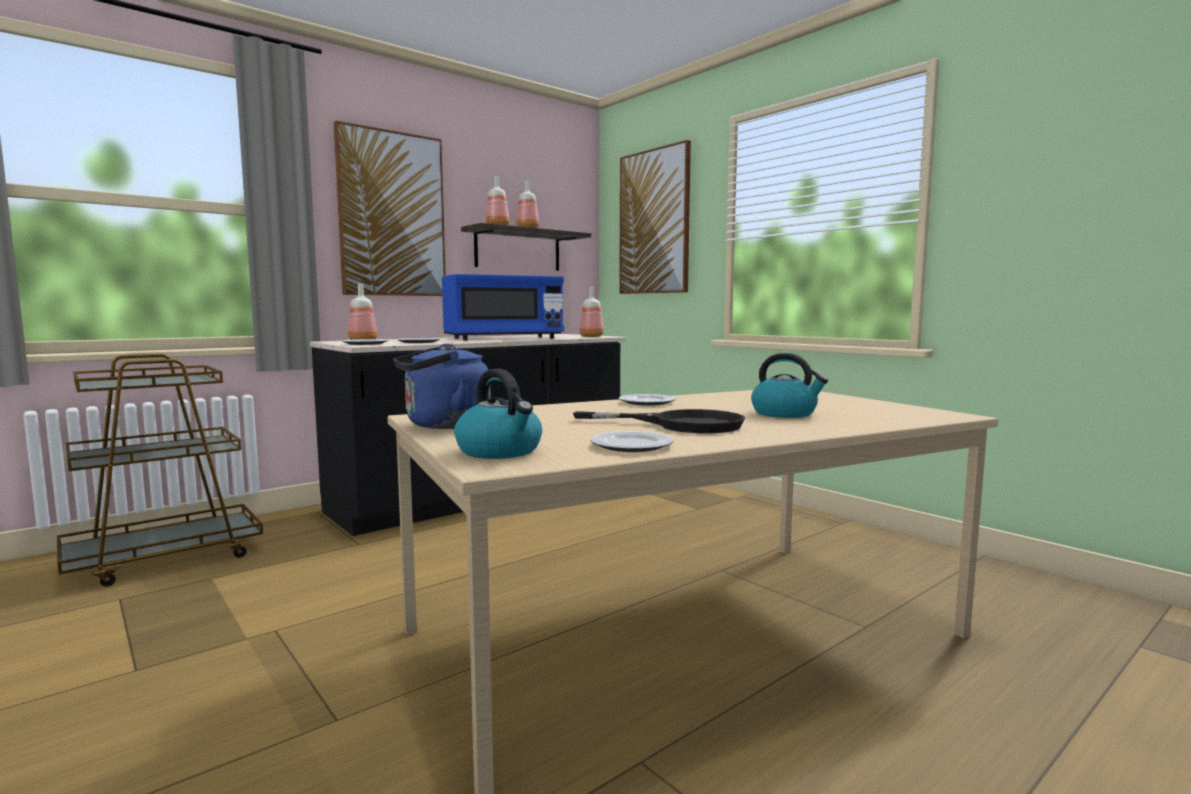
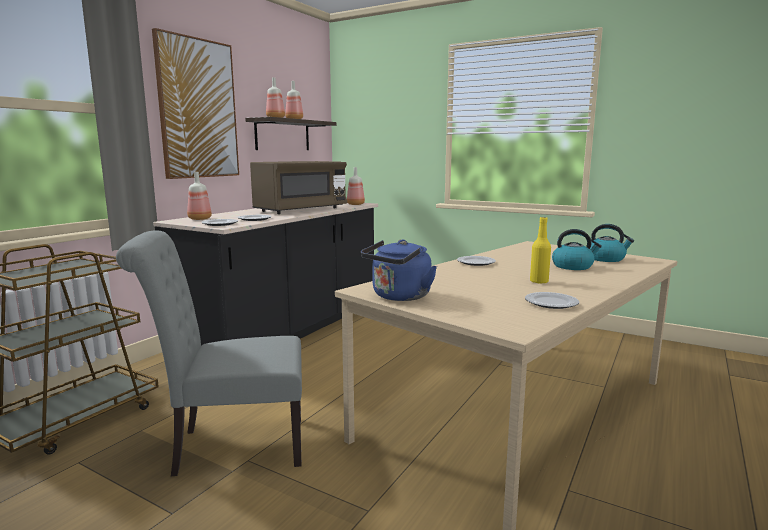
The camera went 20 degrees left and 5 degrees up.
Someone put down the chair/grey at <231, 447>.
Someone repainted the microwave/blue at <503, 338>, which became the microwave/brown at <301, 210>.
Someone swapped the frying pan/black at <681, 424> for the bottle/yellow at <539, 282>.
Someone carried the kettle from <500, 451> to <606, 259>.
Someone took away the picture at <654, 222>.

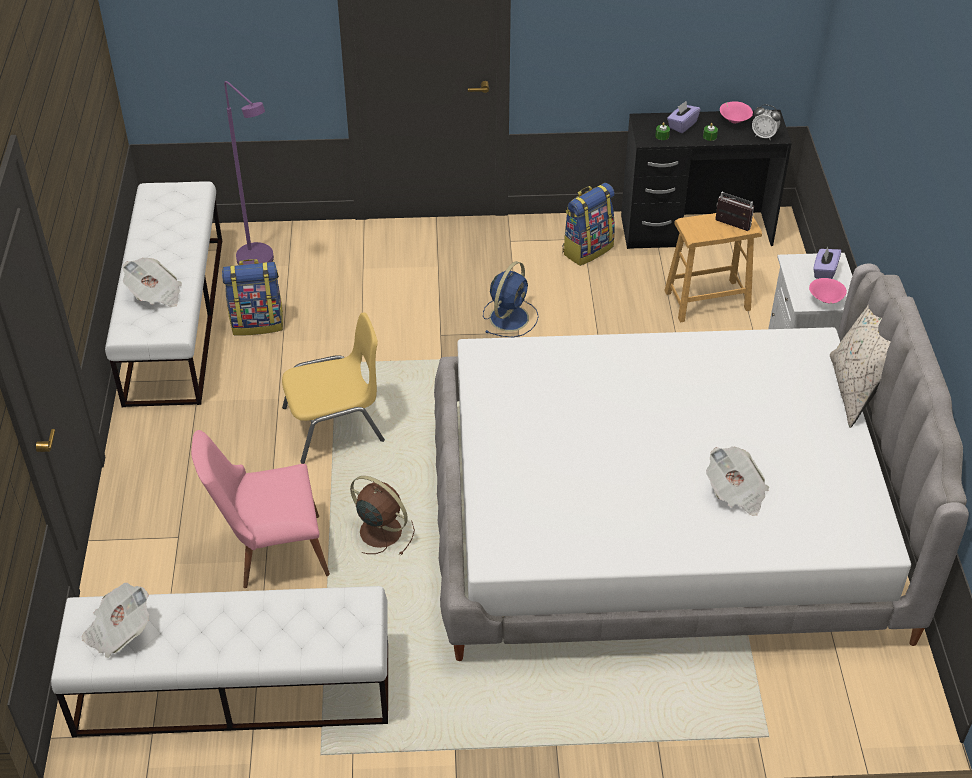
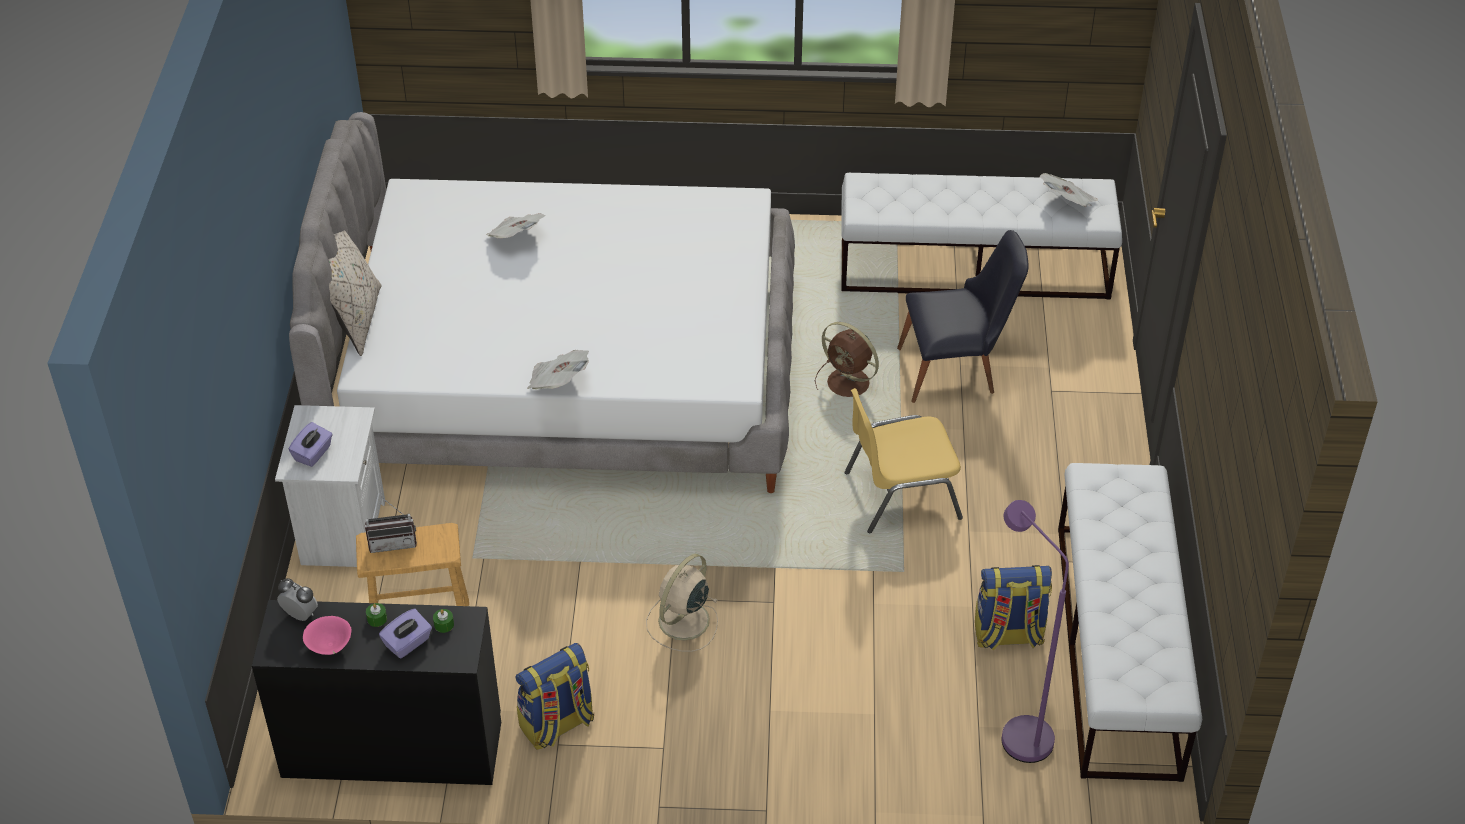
The camera went 175 degrees left and 0 degrees up.
Someone rotated the radio at <730, 226> by 45 degrees counterclockwise.
Someone carried the newspaper from <155, 294> to <558, 382>.
Someone repainted the fan/blue at <510, 317>, which became the fan/beige at <682, 622>.
Someone repainted the chair/pink at <270, 552>, which became the chair/black at <957, 371>.
Someone took away the bowl/pink at <825, 300>.

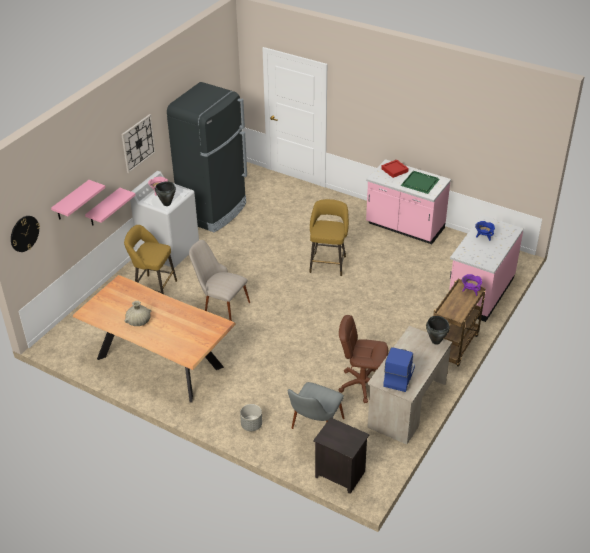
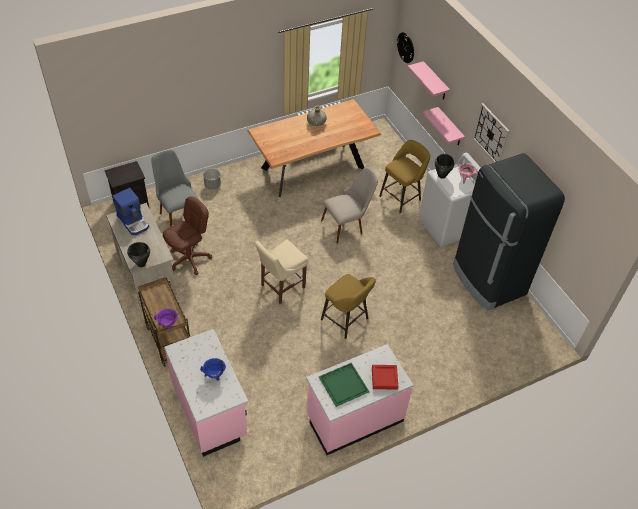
The camera went 120 degrees right and 10 degrees up.
Someone put down the chair/beige at <281, 287>.

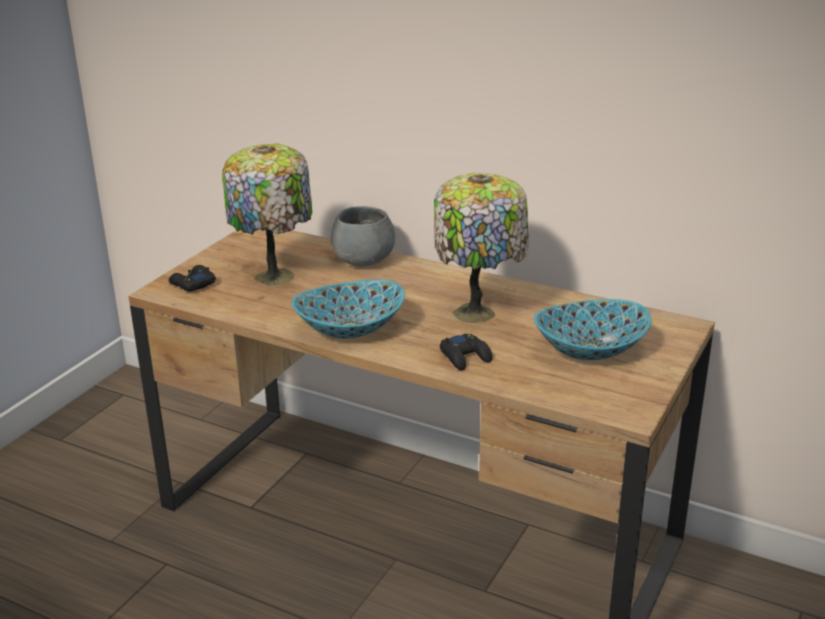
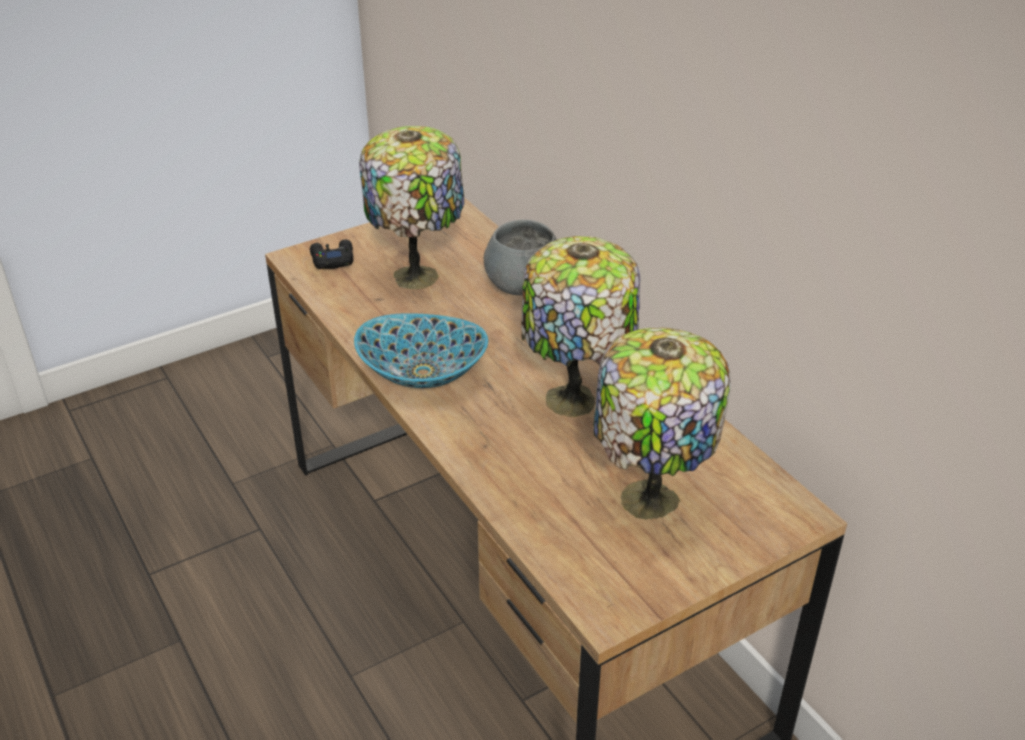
The camera went 30 degrees right and 10 degrees up.
Someone swapped the bowl at <589, 350> for the table lamp at <648, 503>.
Someone took away the game controller/black at <465, 357>.

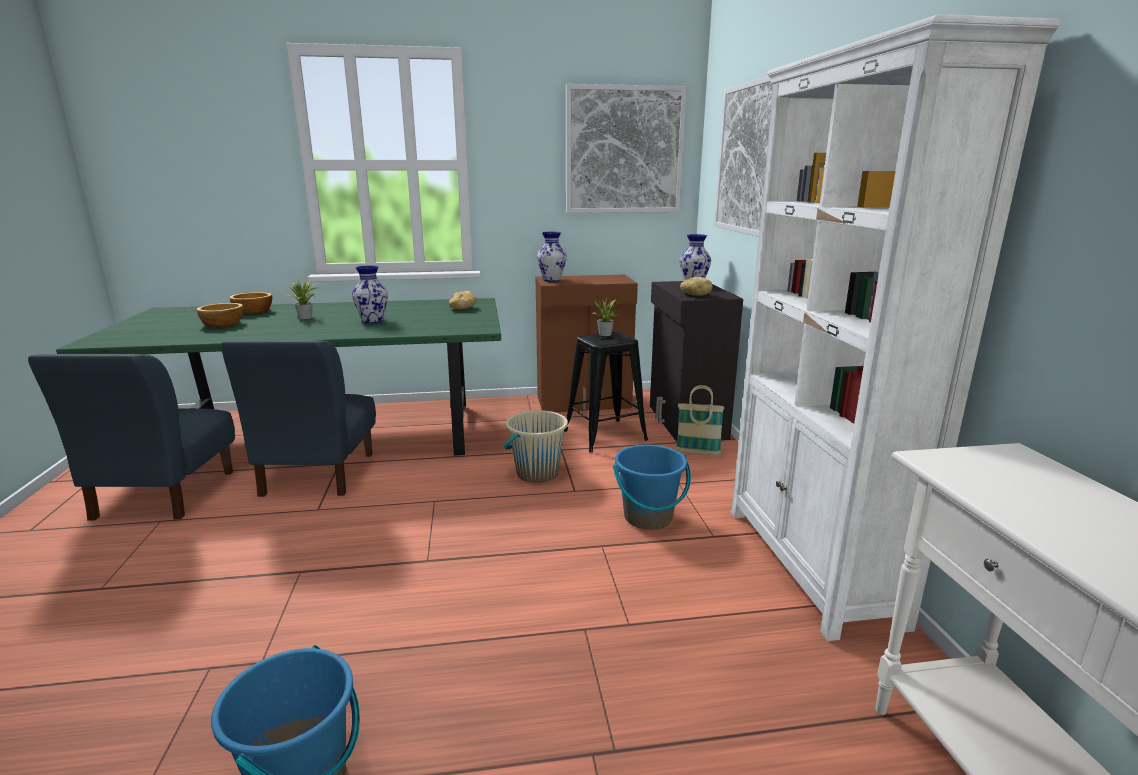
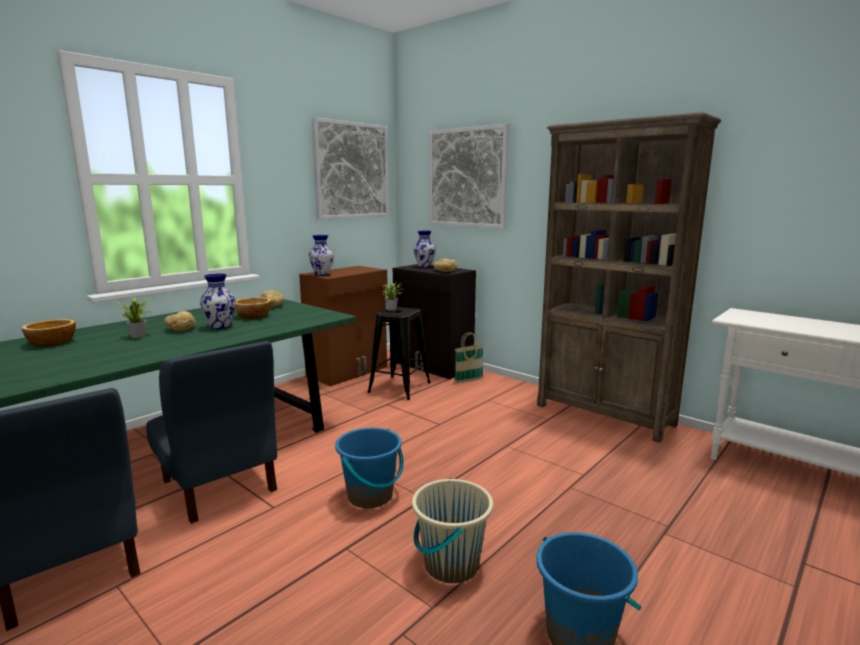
The camera went 40 degrees left and 5 degrees down.
Someone put down the bread at <181, 329>.
Someone carried the bowl from <223, 324> to <254, 316>.
Someone carried the bucket/blue from <648, 517> to <370, 496>.
Someone carried the bucket/beige from <537, 473> to <451, 564>.
Someone repainted the bookcase/white at <810, 564>, which became the bookcase/brown at <605, 415>.

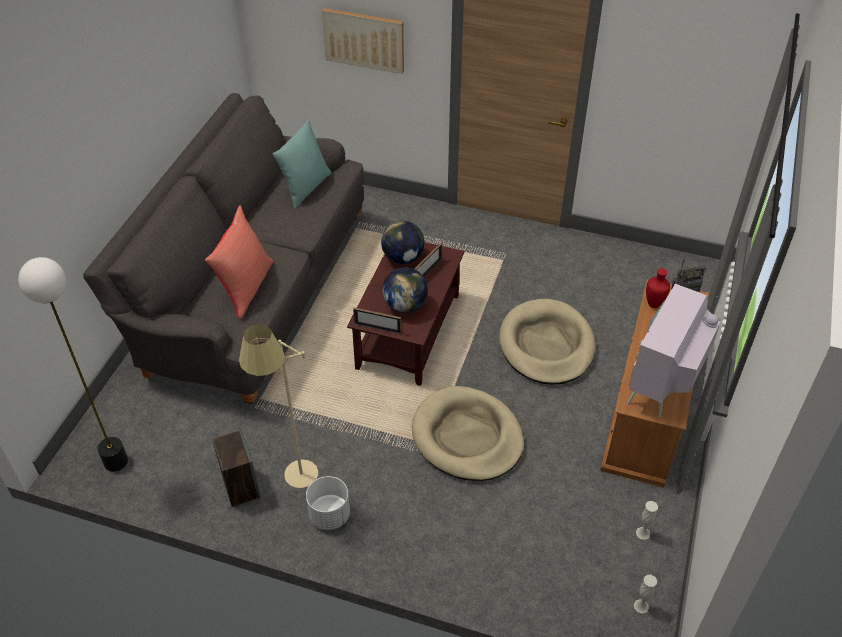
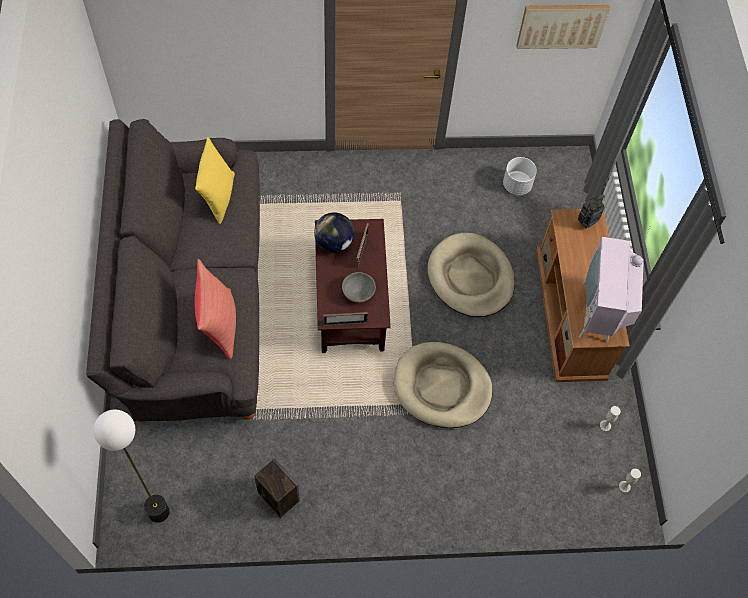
The camera went 25 degrees left and 15 degrees up.
Someone repainted the pillow/turquoise at <305, 188>, which became the pillow/yellow at <218, 197>.
Someone swapped the globe at <405, 305> for the bowl/grey at <358, 292>.
Someone carried the planter/white from <330, 515> to <517, 185>.
Someone carried the picture from <364, 39> to <561, 25>.
Someone took away the floor lamp/beige at <295, 486>.
Someone took away the vase/red at <653, 304>.

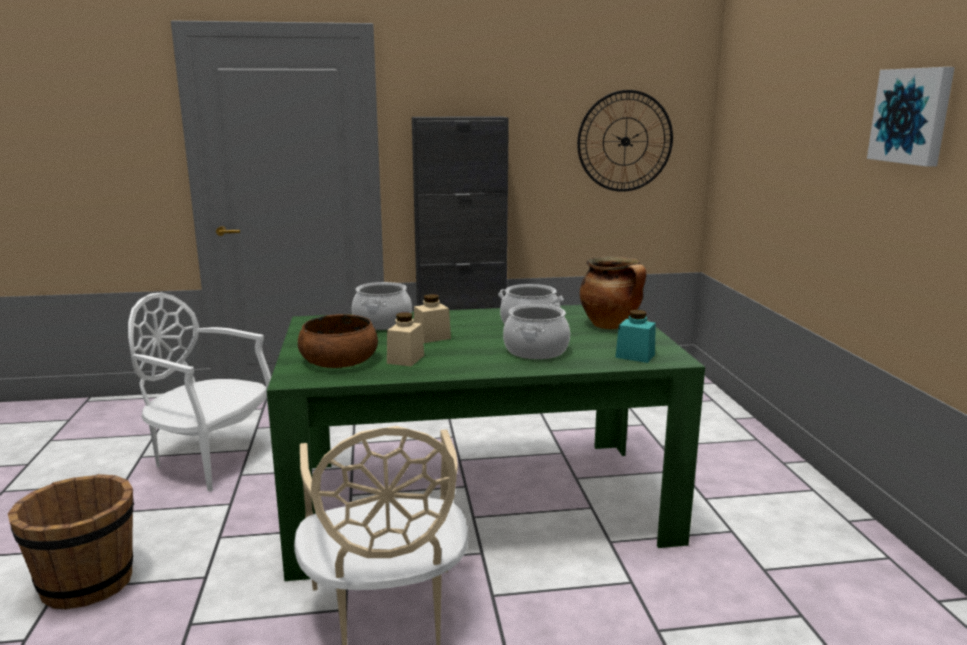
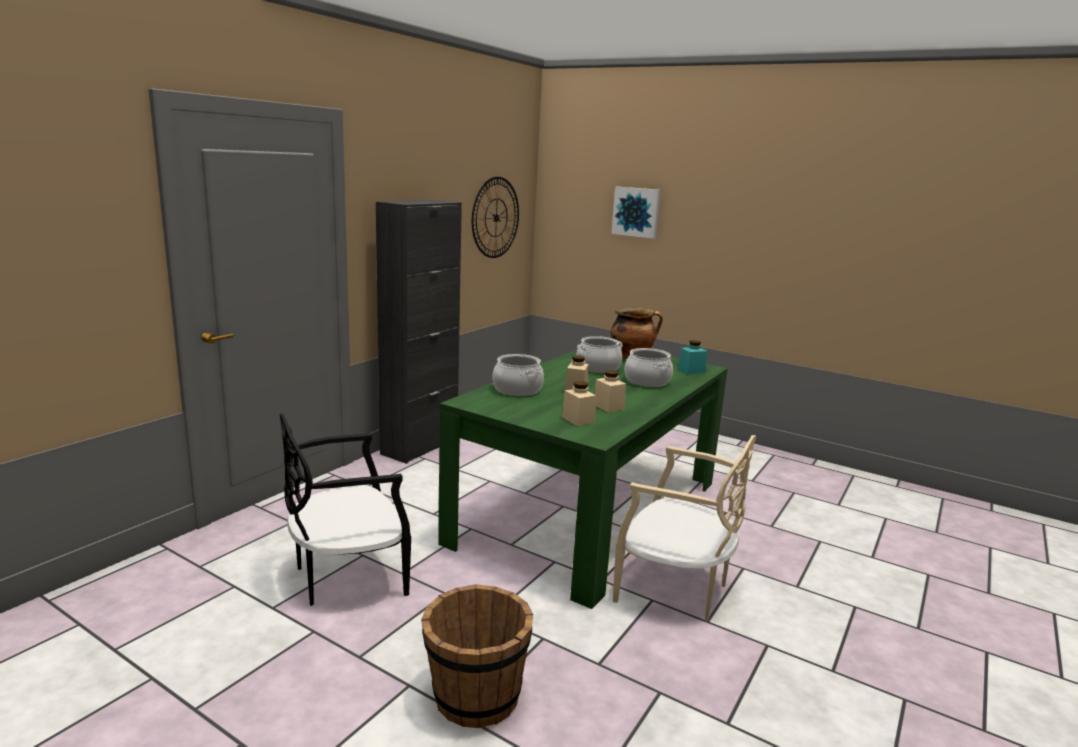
The camera went 50 degrees left and 0 degrees up.
Someone repainted the chair/white at <211, 459>, which became the chair/black at <347, 576>.
Someone swapped the bowl/brown at <339, 360> for the jar/beige at <578, 419>.
Someone carried the picture from <912, 116> to <636, 212>.

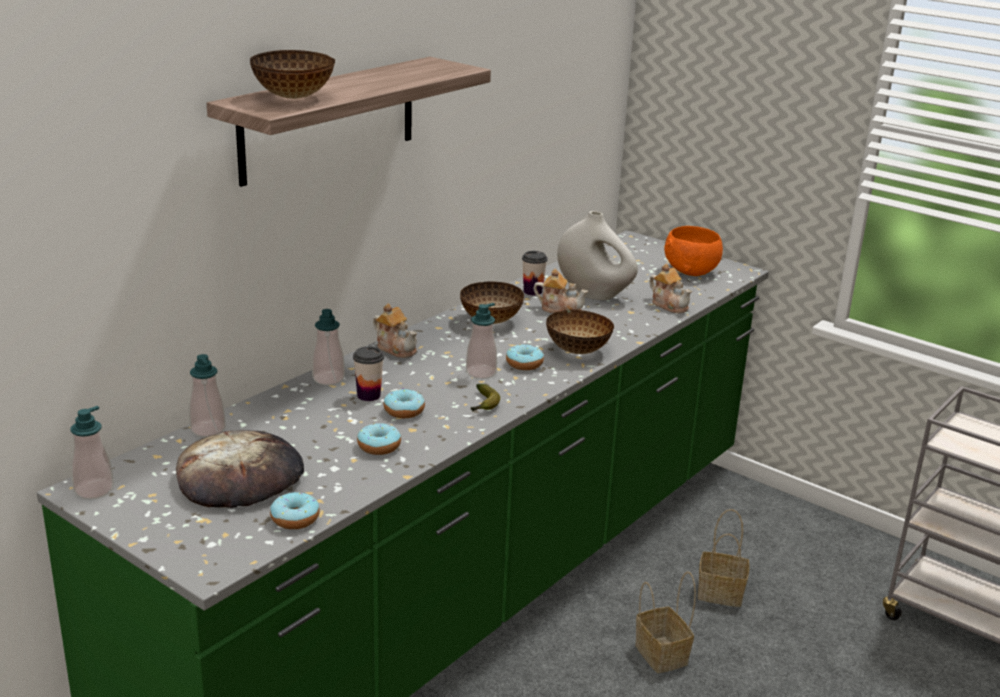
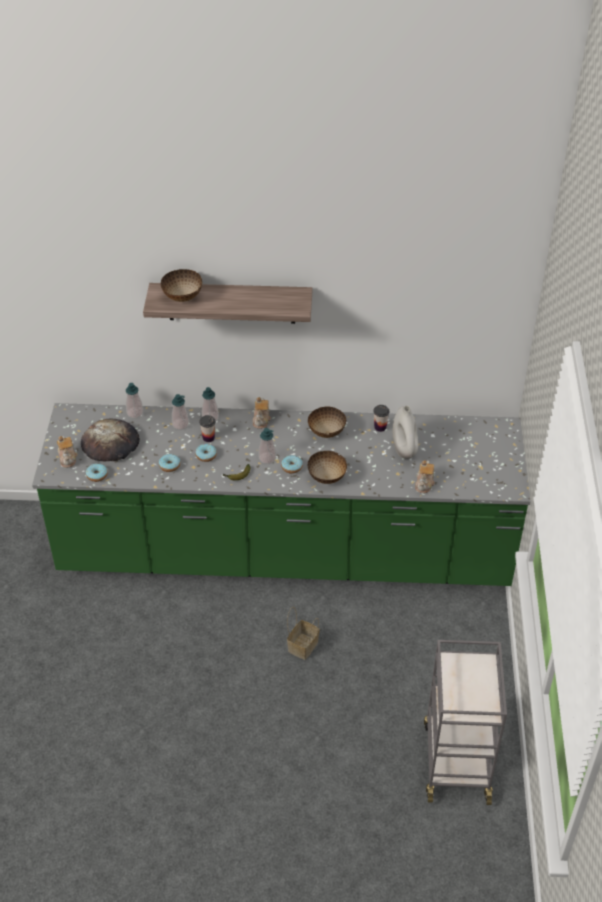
The camera went 55 degrees right and 20 degrees up.
Someone carried the teapot from <560, 309> to <67, 458>.
Someone carried the soap dispenser from <94, 490> to <180, 424>.
Someone took away the bowl/orange at <692, 271>.
Someone took away the basket at <718, 593>.

